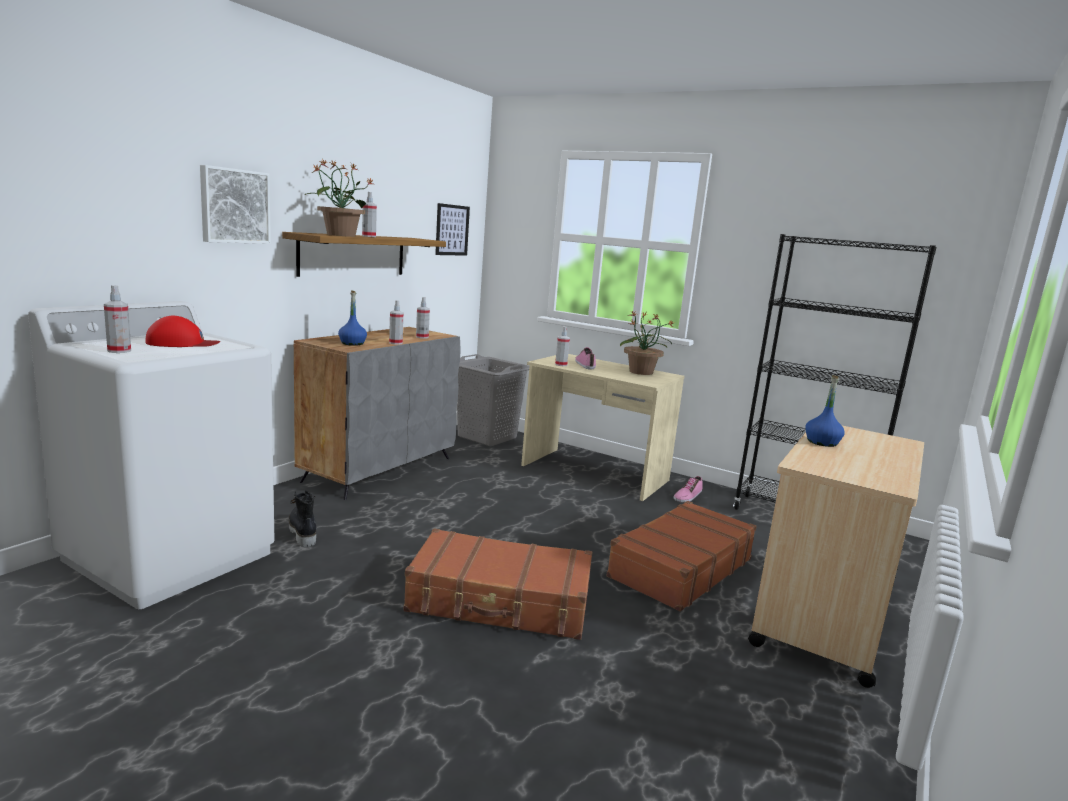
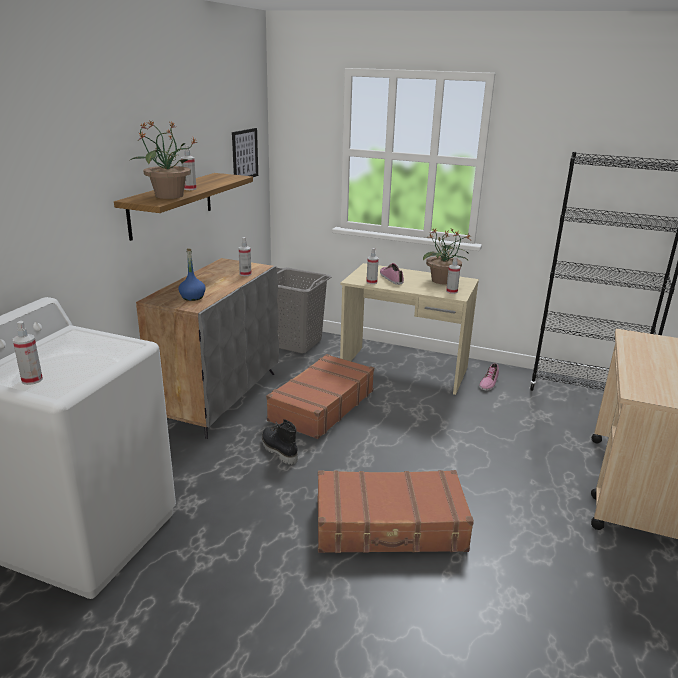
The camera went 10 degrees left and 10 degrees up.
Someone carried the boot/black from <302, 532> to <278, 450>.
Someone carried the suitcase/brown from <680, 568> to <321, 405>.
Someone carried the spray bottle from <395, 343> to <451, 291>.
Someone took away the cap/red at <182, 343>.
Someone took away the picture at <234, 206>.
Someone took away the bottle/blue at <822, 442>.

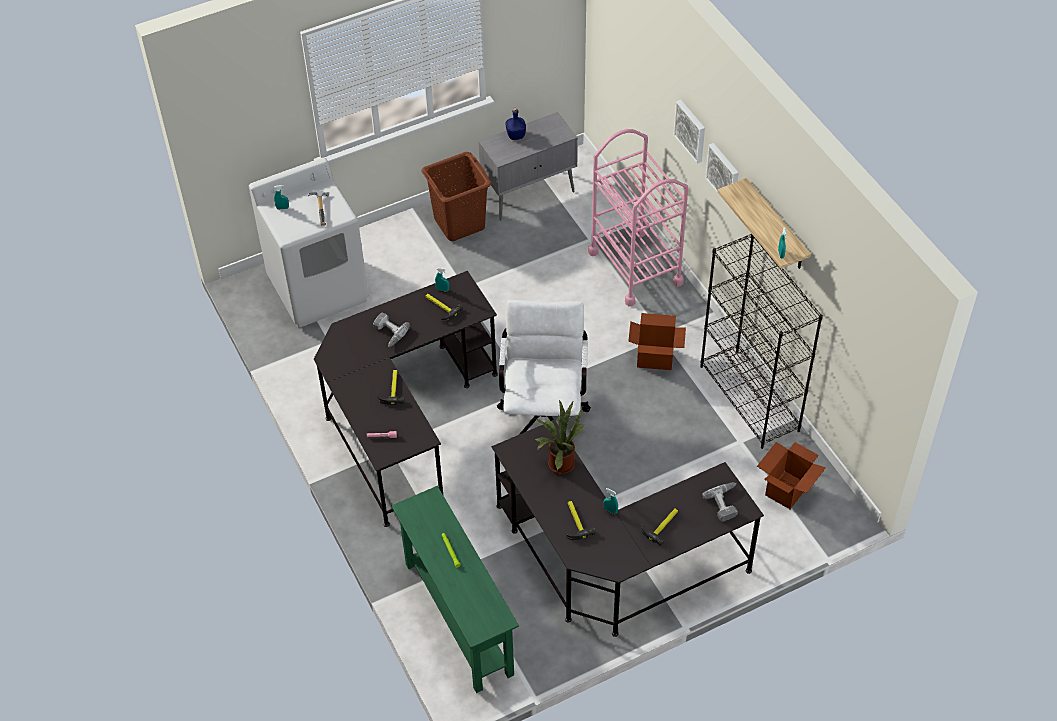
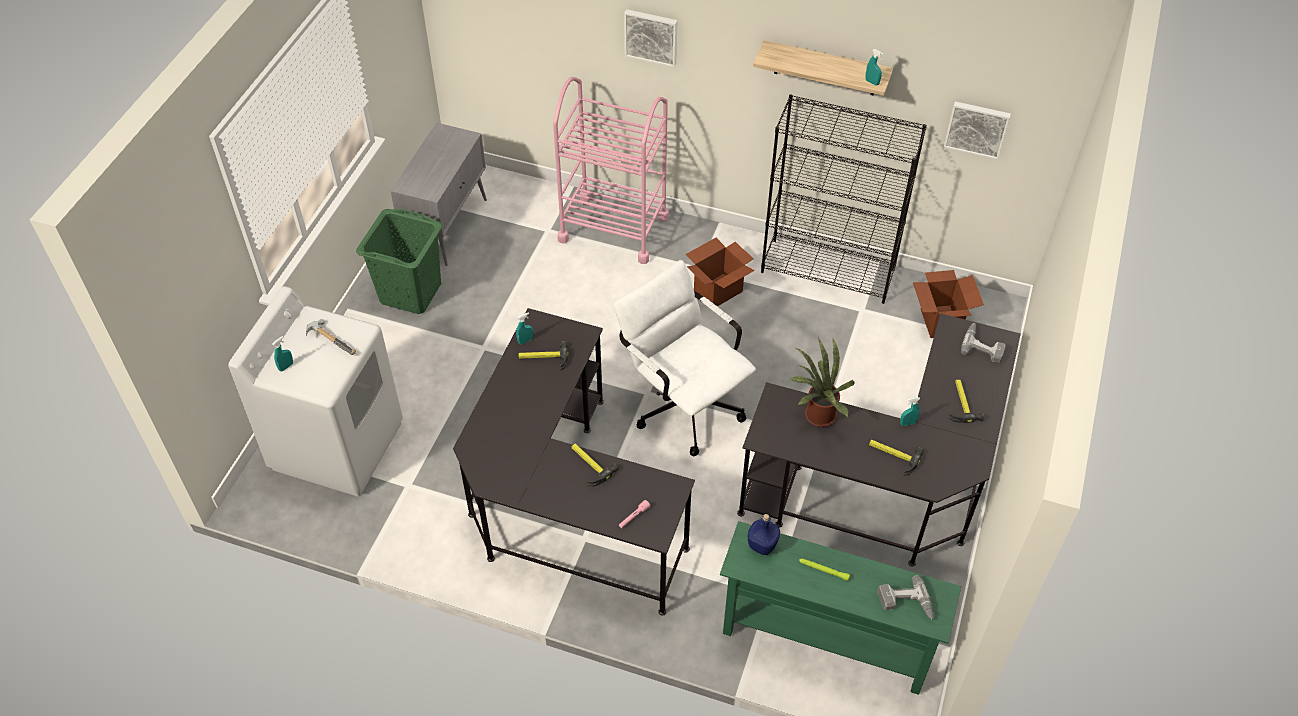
The camera went 45 degrees left and 0 degrees up.
Someone repainted the laundry basket/brown at <459, 223>, which became the laundry basket/green at <410, 293>.
Someone carried the bottle/blue from <515, 135> to <761, 545>.
Someone carried the power drill from <388, 333> to <905, 604>.
Someone carried the picture from <724, 174> to <977, 128>.

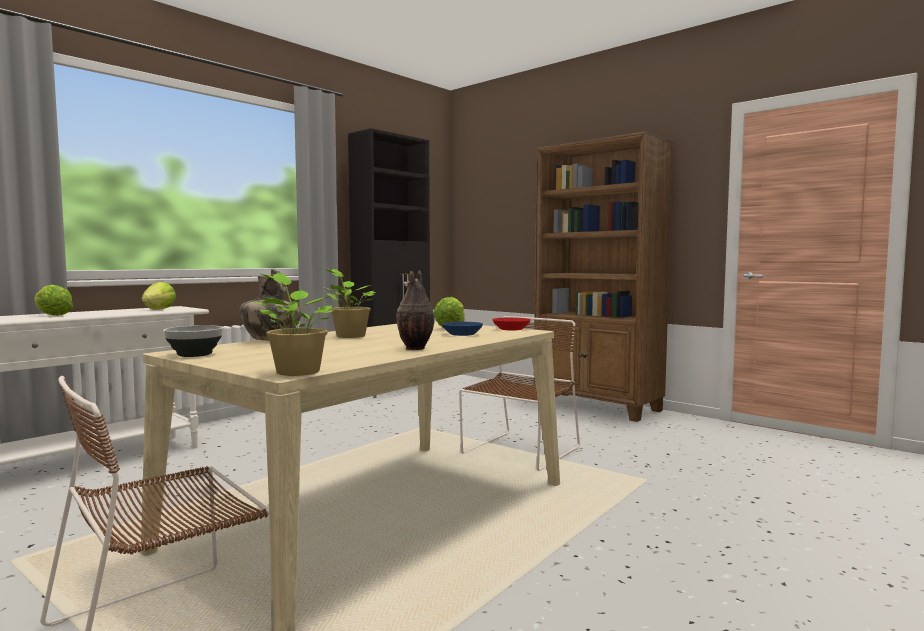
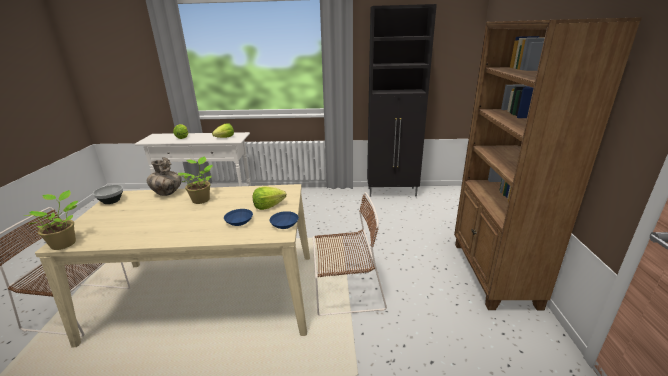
The camera went 50 degrees right and 20 degrees up.
Someone repainted the bowl/red at <511, 329>, which became the bowl/blue at <284, 225>.
Someone took away the vase at <415, 348>.

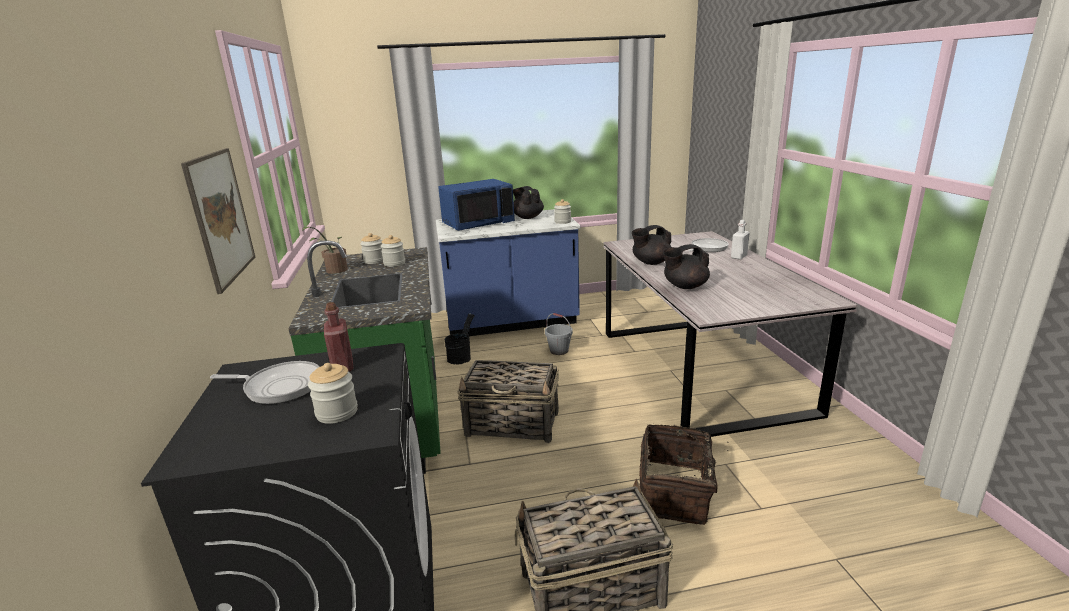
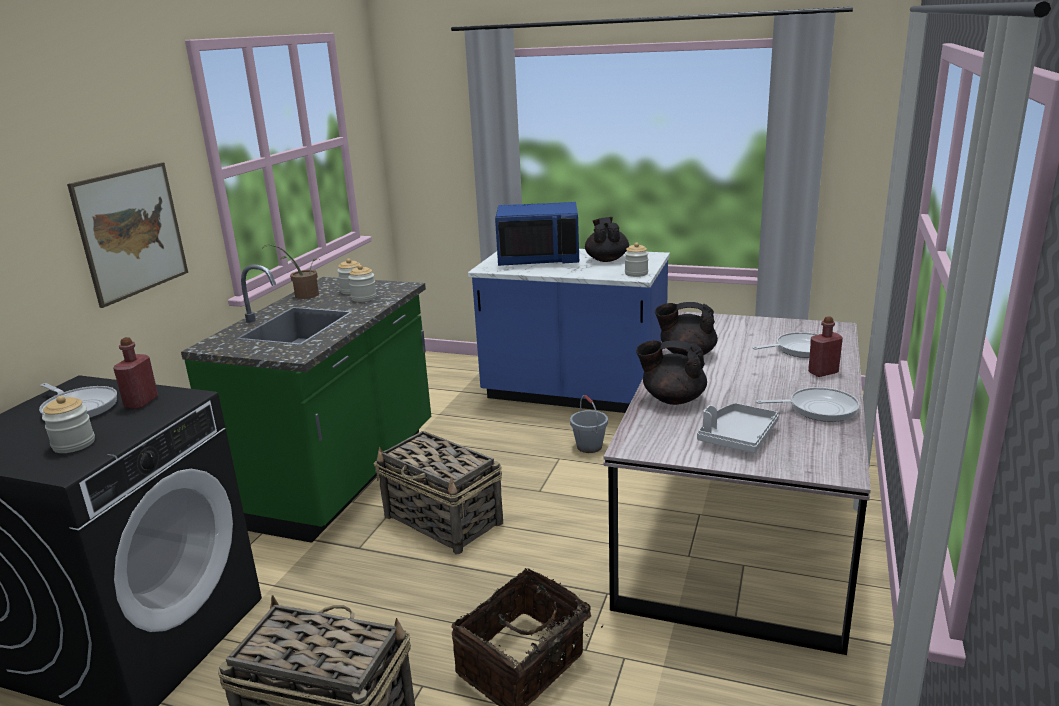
The camera went 30 degrees right and 0 degrees up.
Someone put down the tray/grey at <737, 437>.
Someone put down the frying pan at <818, 409>.
Someone repainted the bottle/white at <738, 257>, which became the bottle/red at <823, 372>.
Someone took away the bucket/black at <461, 357>.

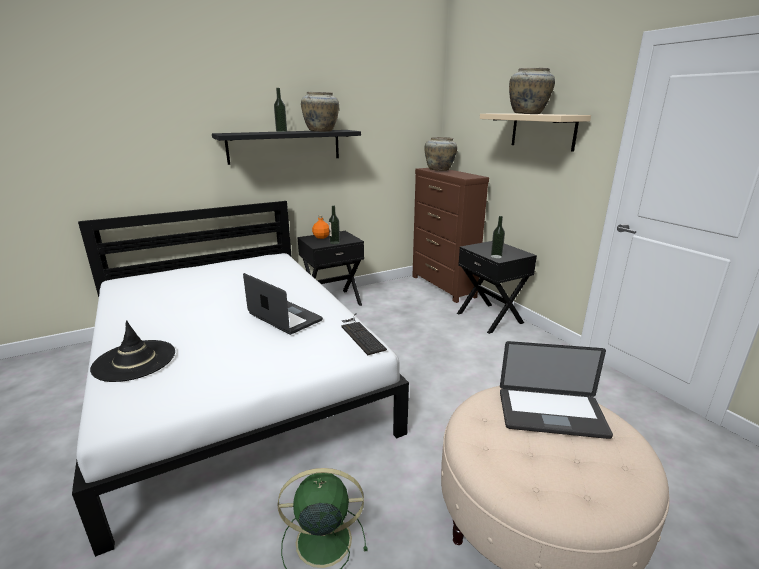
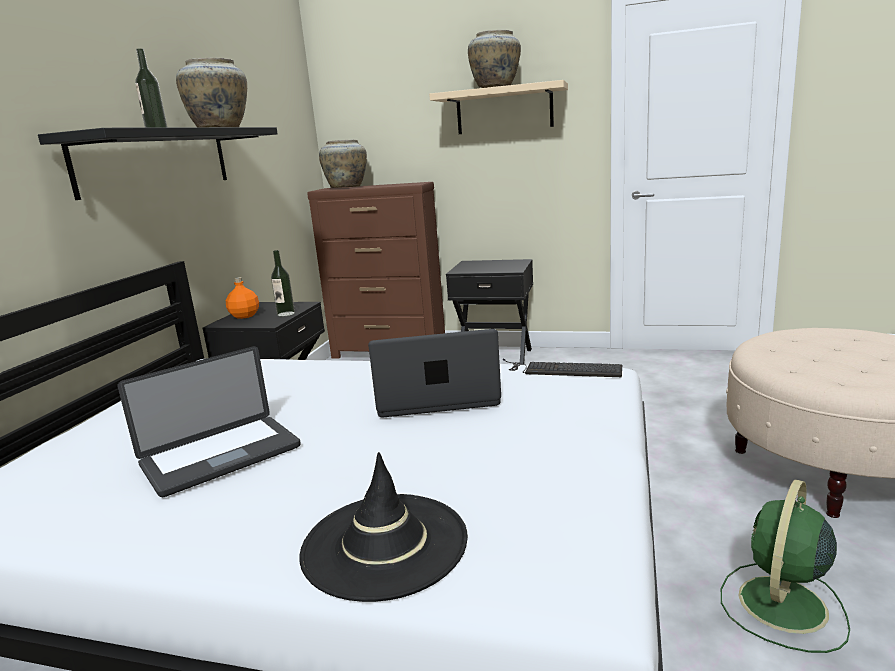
The camera went 45 degrees left and 5 degrees down.
Someone carried the laptop from <551, 414> to <221, 456>.
Someone took away the bottle at <496, 256>.

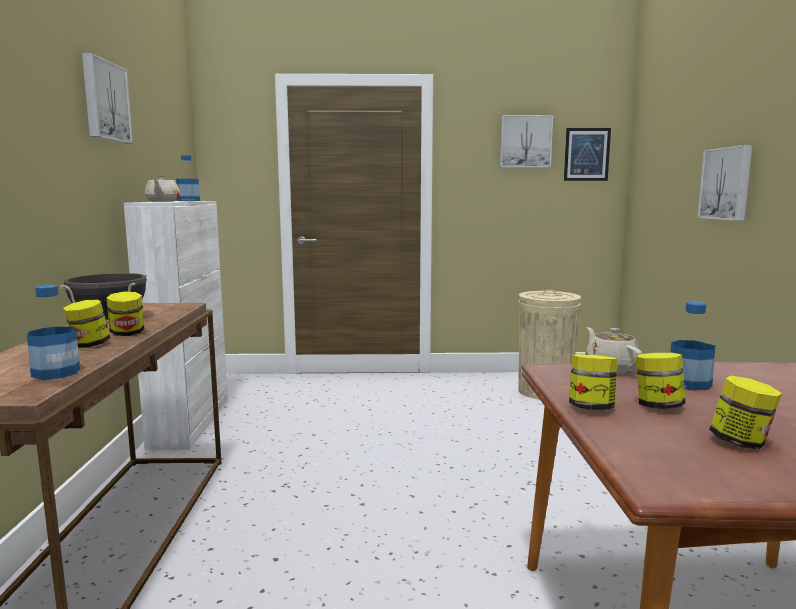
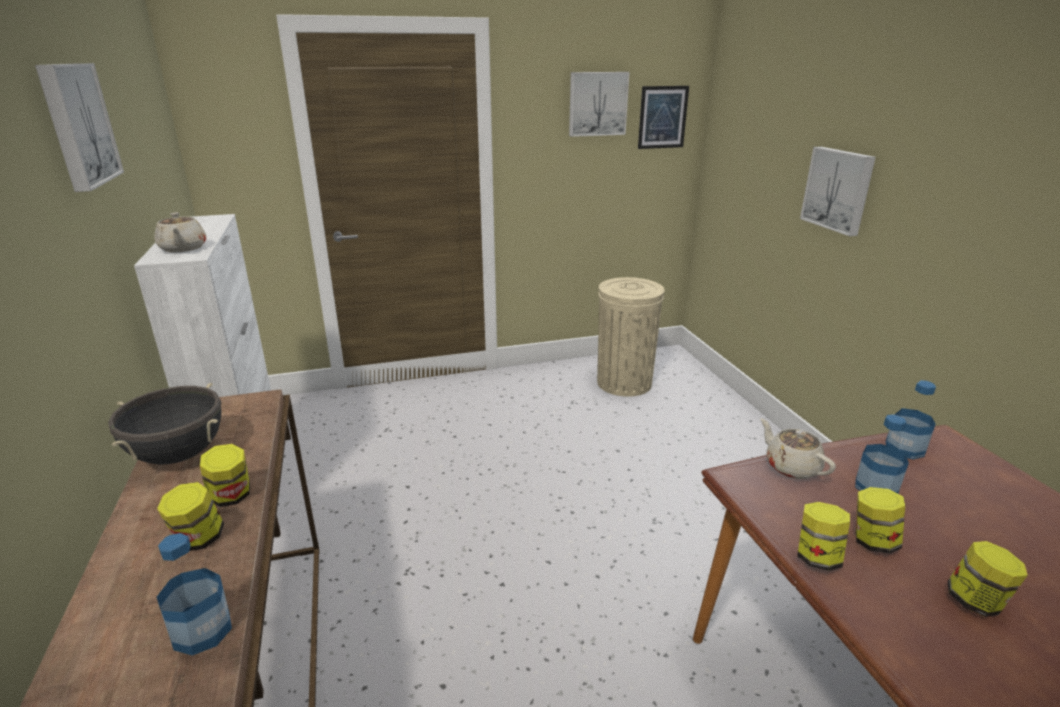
The camera went 15 degrees left and 15 degrees up.
Someone carried the bottle from <189, 201> to <904, 448>.

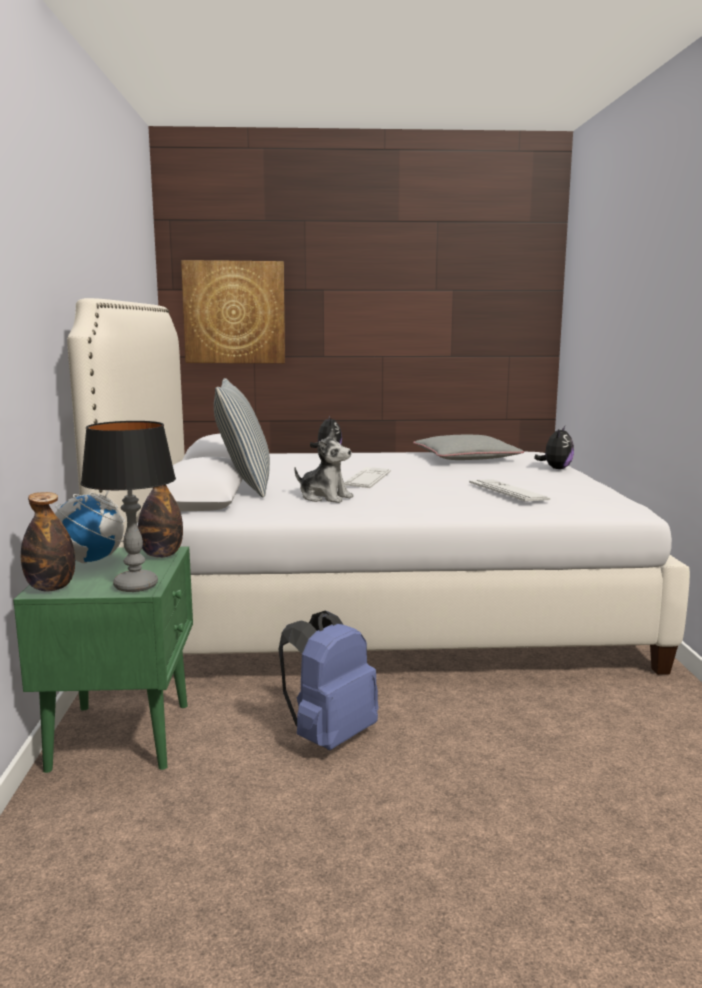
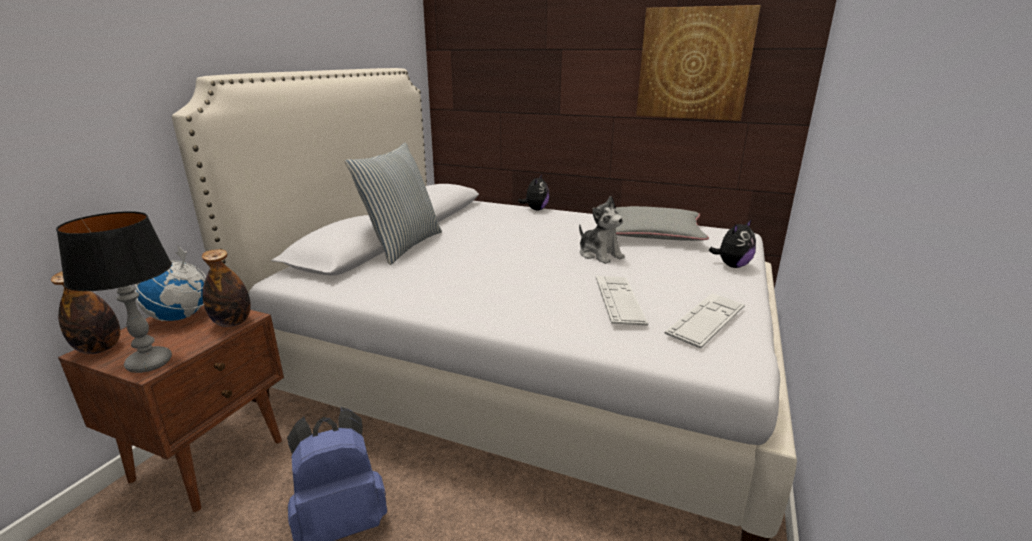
The camera went 25 degrees right and 10 degrees up.
Someone repainted the nightstand/green at <123, 734>, which became the nightstand/brown at <211, 458>.
Someone carried the plush toy from <325, 497> to <599, 255>.
Someone carried the picture from <234, 312> to <694, 64>.
Someone carried the keyboard from <367, 478> to <706, 320>.

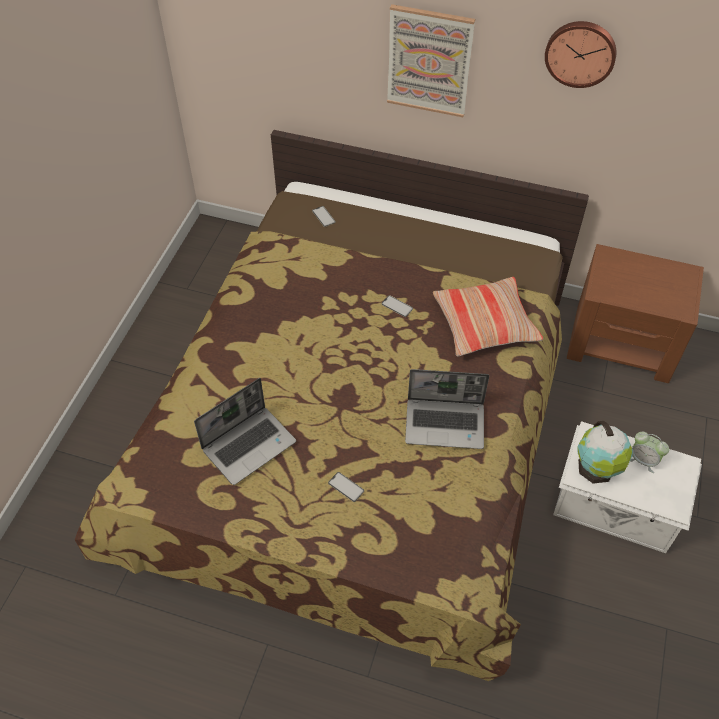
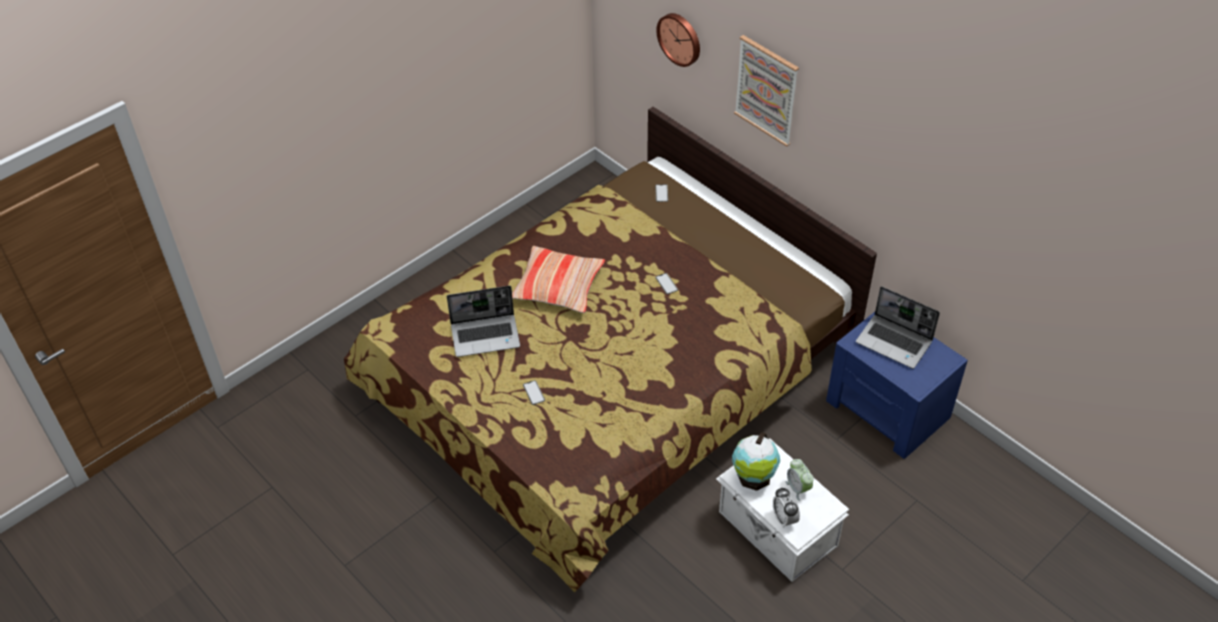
The camera went 30 degrees right and 5 degrees down.
Someone carried the pillow from <485, 324> to <558, 286>.
Someone carried the wall clock from <580, 53> to <680, 38>.
Someone put down the alarm clock at <784, 519>.
Someone repainted the nightstand/brown at <622, 343>, which became the nightstand/blue at <888, 409>.
Someone carried the laptop from <446, 423> to <895, 342>.

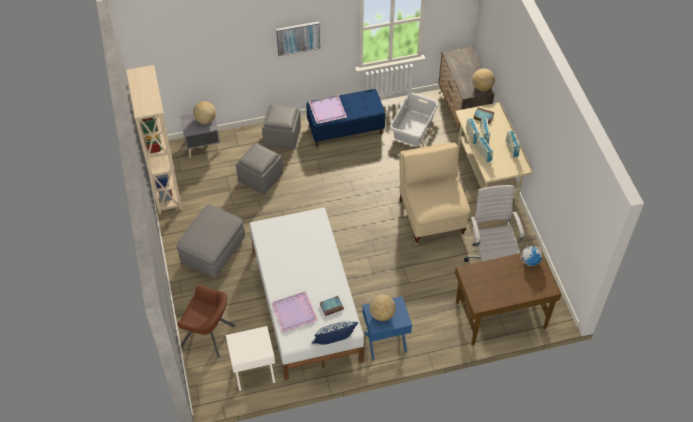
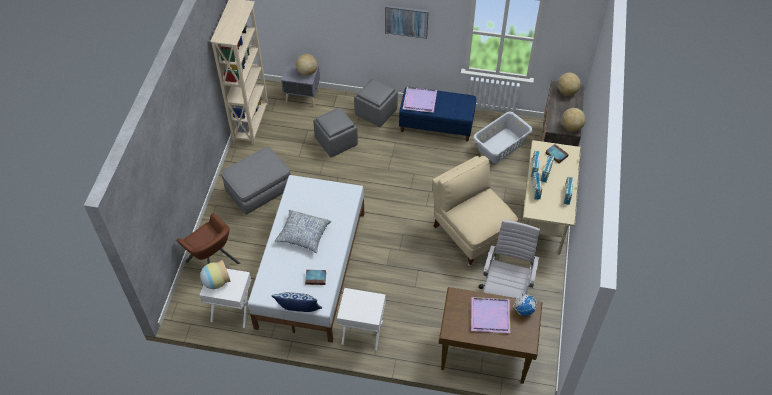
The camera went 25 degrees right and 0 degrees up.
Someone put down the vase at <216, 282>.
Someone put down the pillow at <303, 235>.
Someone repainted the nightstand/blue at <385, 342>, which became the nightstand/white at <362, 333>.
Someone rotated the chair/beige at <431, 216> by 45 degrees counterclockwise.
Someone carried the tray/purple from <295, 312> to <491, 316>.
Someone carried the globe from <382, 314> to <567, 92>.

